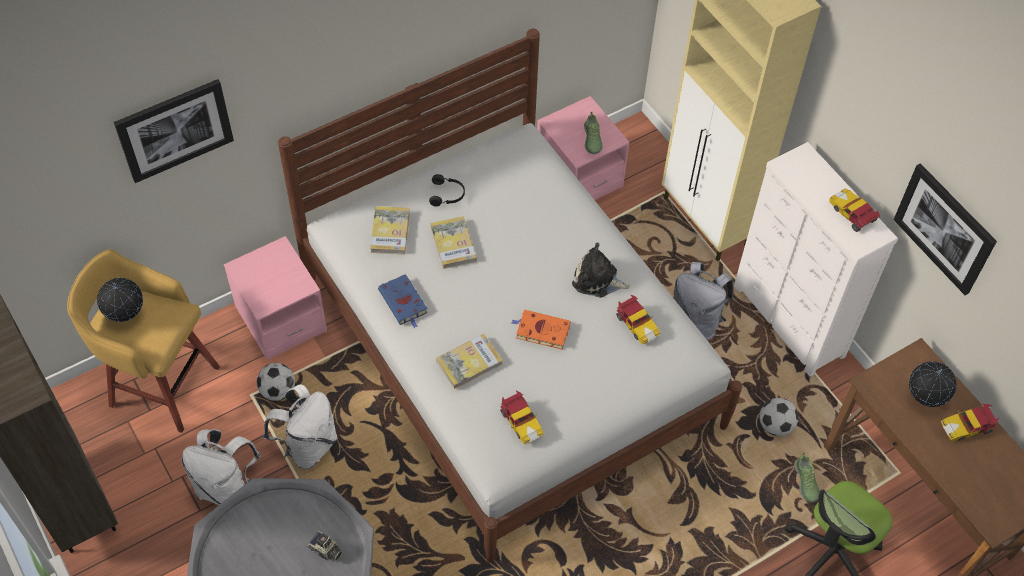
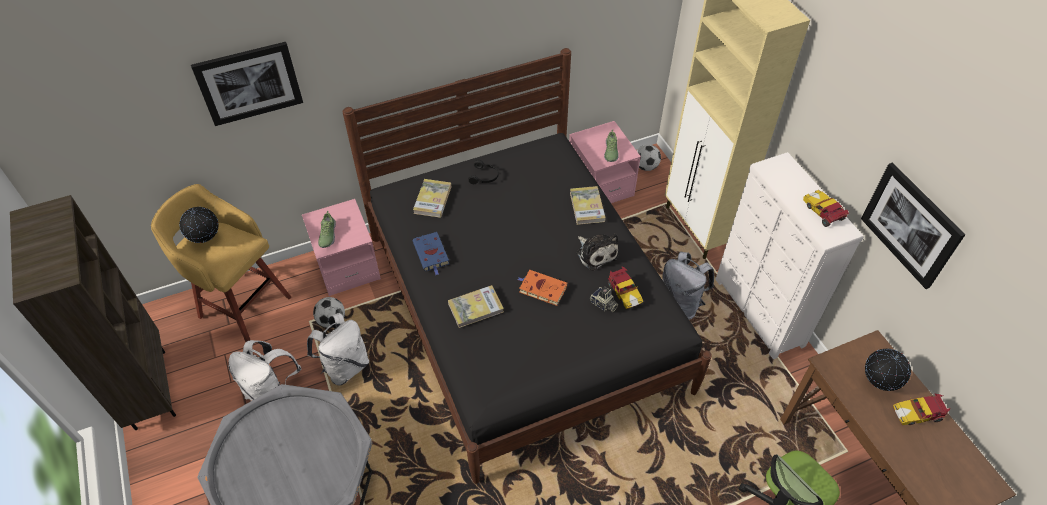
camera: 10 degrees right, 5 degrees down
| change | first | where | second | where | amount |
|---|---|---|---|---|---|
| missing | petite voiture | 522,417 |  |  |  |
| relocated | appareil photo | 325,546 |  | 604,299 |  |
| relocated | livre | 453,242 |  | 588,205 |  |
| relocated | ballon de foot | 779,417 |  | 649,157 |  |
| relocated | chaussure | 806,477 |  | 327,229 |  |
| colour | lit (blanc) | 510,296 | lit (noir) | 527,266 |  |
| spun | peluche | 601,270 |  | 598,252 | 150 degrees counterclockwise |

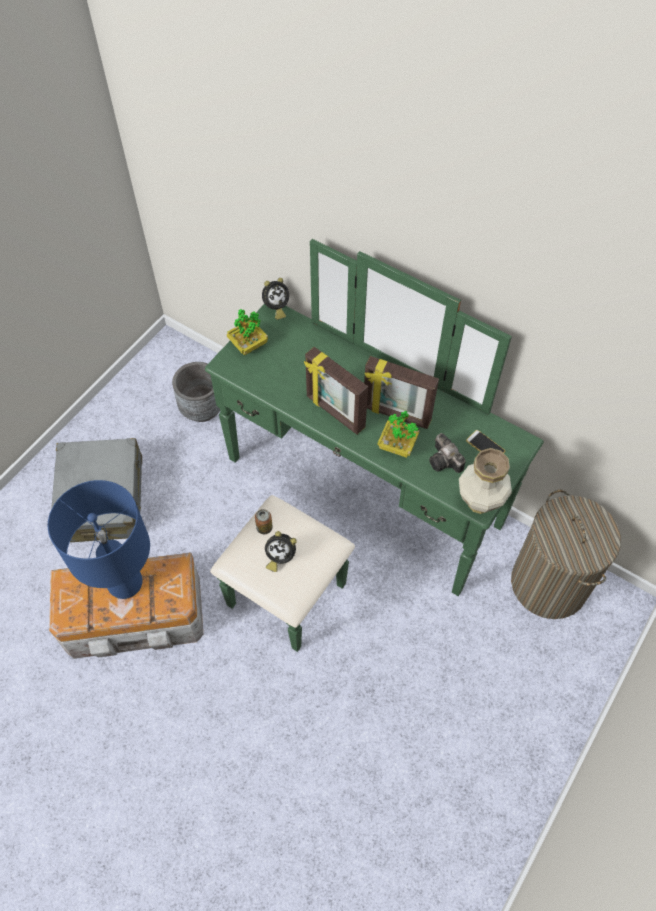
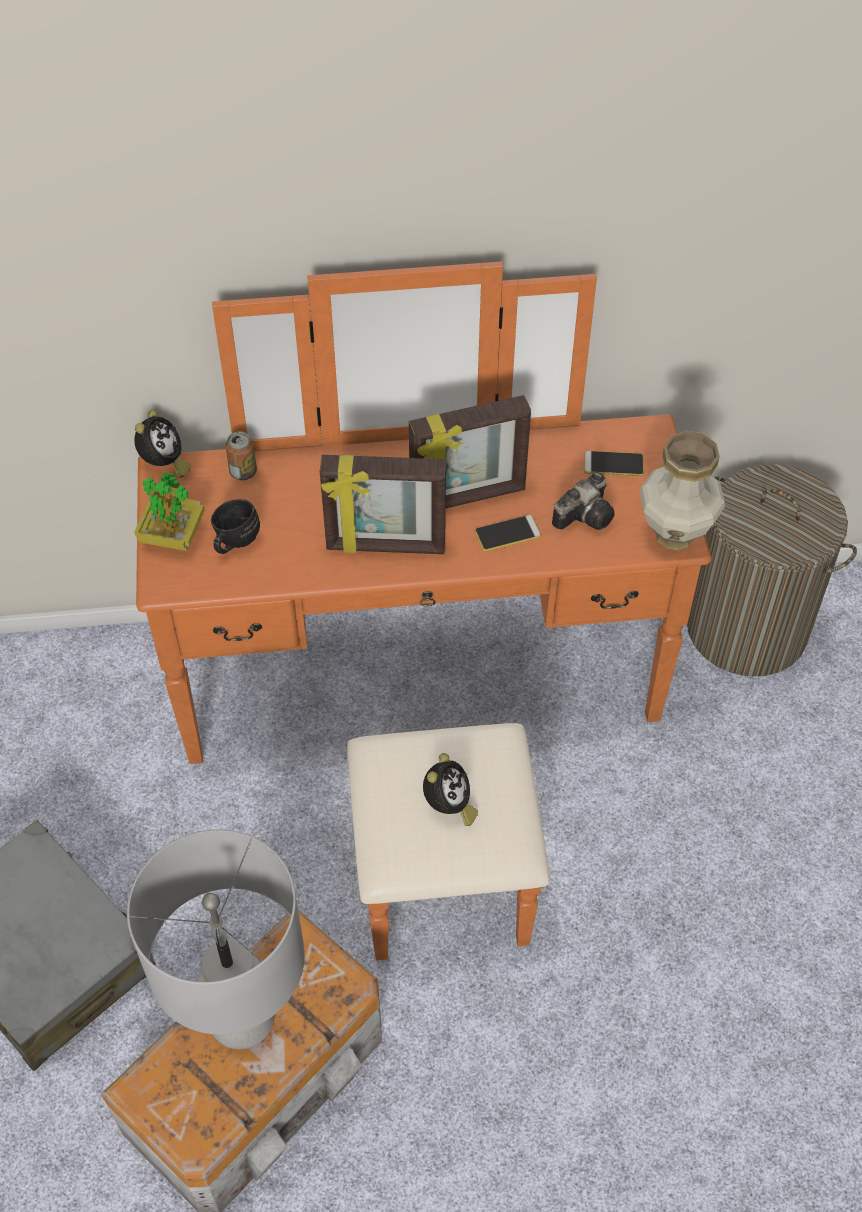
camera: 40 degrees left, 5 degrees down
| change | first | where | second | where | amount |
|---|---|---|---|---|---|
| missing | cache-pot (gris) | 196,392 |  |  |  |
| appeared |  |  | mug (noir) | 235,526 |  |
| relocated | boîte métallique | 264,521 |  | 241,456 |  |
| exchanged | plante en pot | 398,434 | téléphone | 507,533 |  |
| colour | lampe de table (bleu) | 99,539 | lampe de table (gris) | 216,939 |  |
| colour | commode (vert) | 374,445 | commode (orange) | 423,611 |  |
| spun | réveil | 281,551 |  | 450,789 | 45 degrees counterclockwise |
| spun | appareil photo | 447,453 |  | 583,501 | 60 degrees counterclockwise |

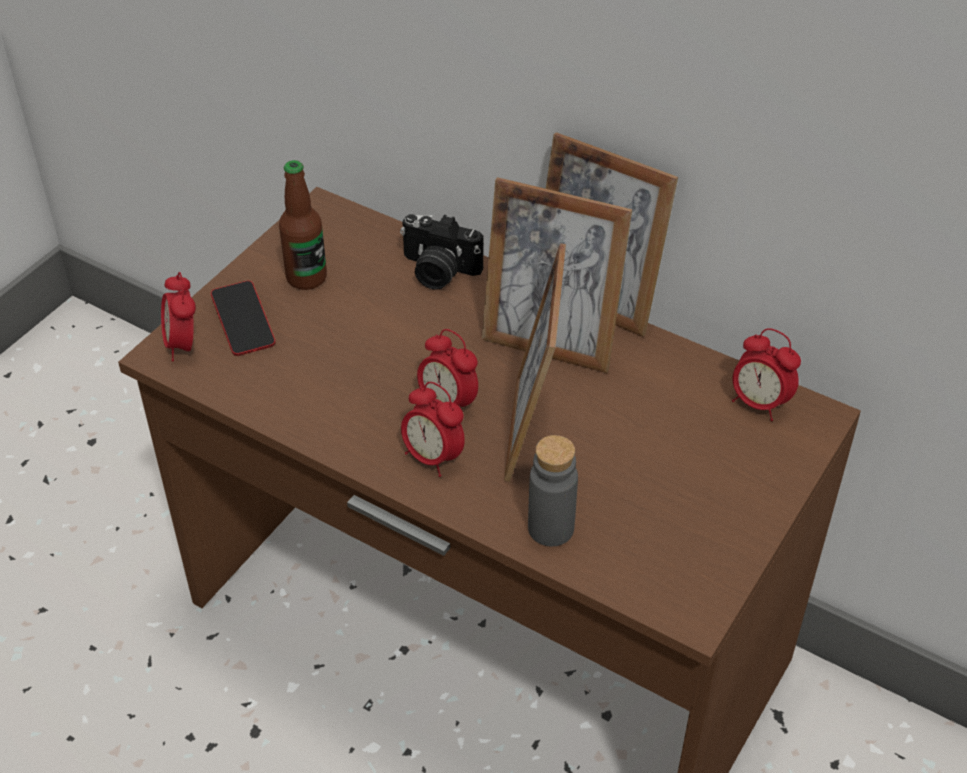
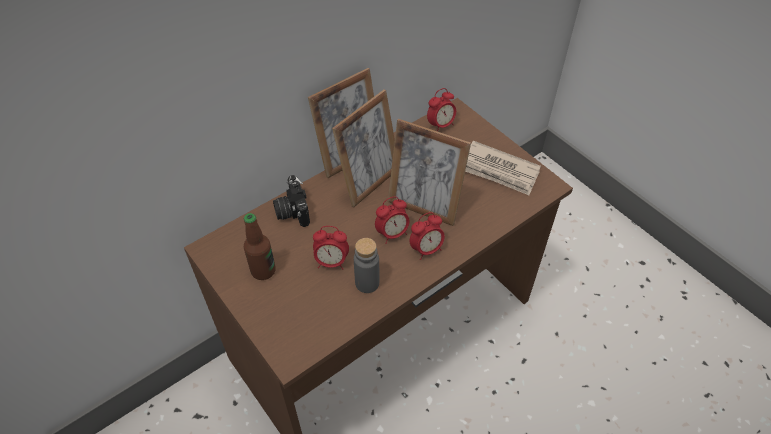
camera: 70 degrees left, 5 degrees up
| change | first | where | second | where | amount |
|---|---|---|---|---|---|
| missing | téléphone | 243,318 |  |  |  |
| appeared |  |  | journal | 503,168 |  |
| relocated | réveil | 178,316 |  | 331,247 |  |
| relocated | bouteille (gris) | 553,490 |  | 366,265 |  |
| spun | appareil photo | 441,252 |  | 291,201 | 120 degrees clockwise |

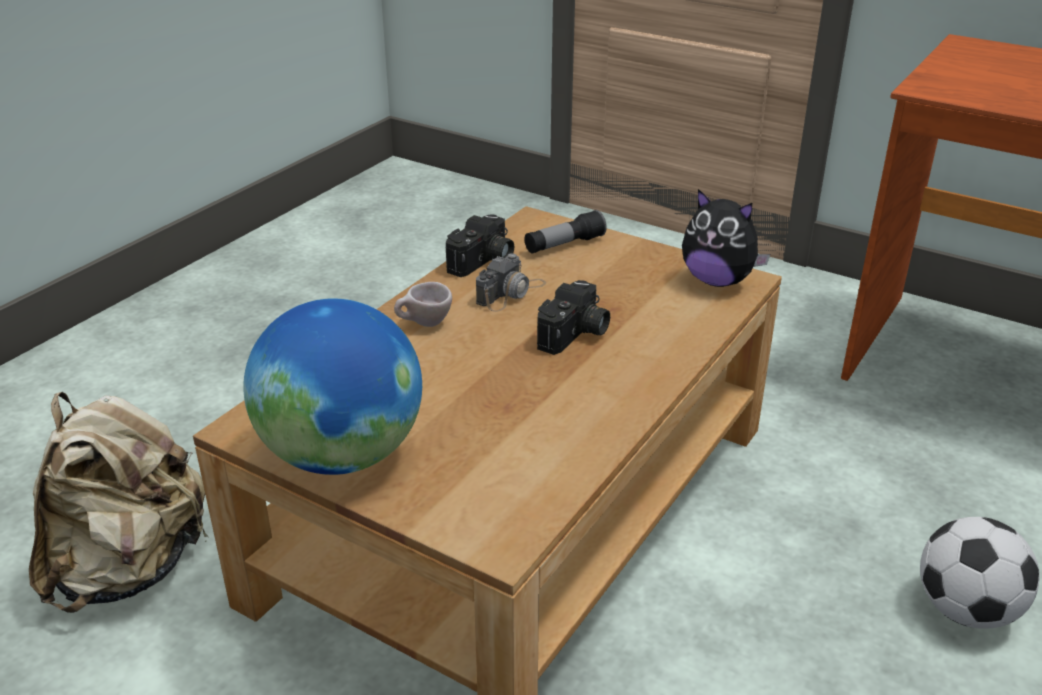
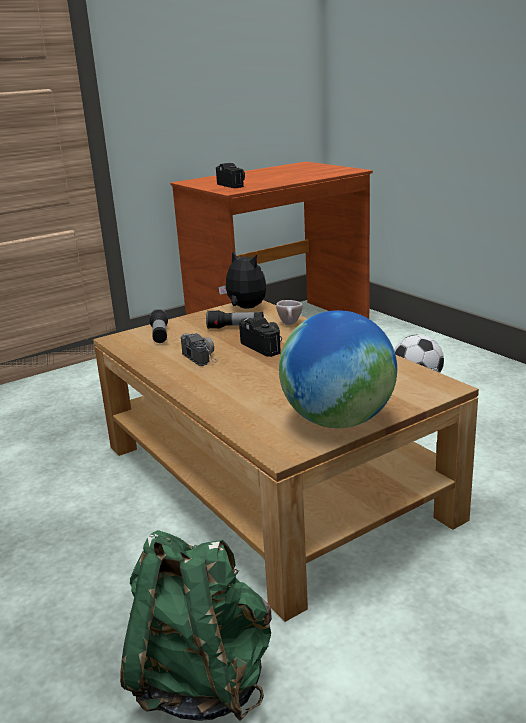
camera: 65 degrees left, 10 degrees down
| change | first | where | second | where | amount |
|---|---|---|---|---|---|
| appeared |  |  | lampe de poche | 235,319 |  |
| relocated | tasse (beige) | 423,304 |  | 289,312 |  |
| relocated | appareil photo | 480,245 |  | 230,175 |  |
| colour | sac à dos (beige) | 119,502 | sac à dos (vert) | 196,625 |  |
| spun | peluche | 726,238 |  | 242,280 | 105 degrees counterclockwise |

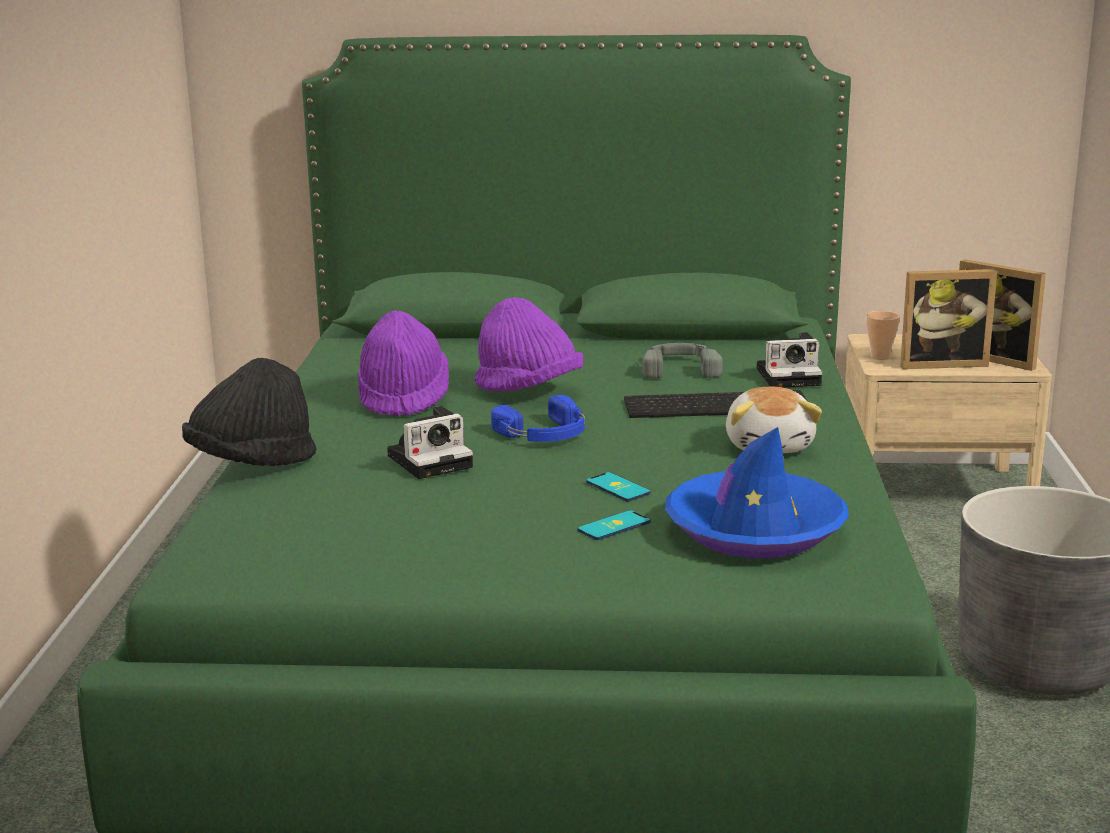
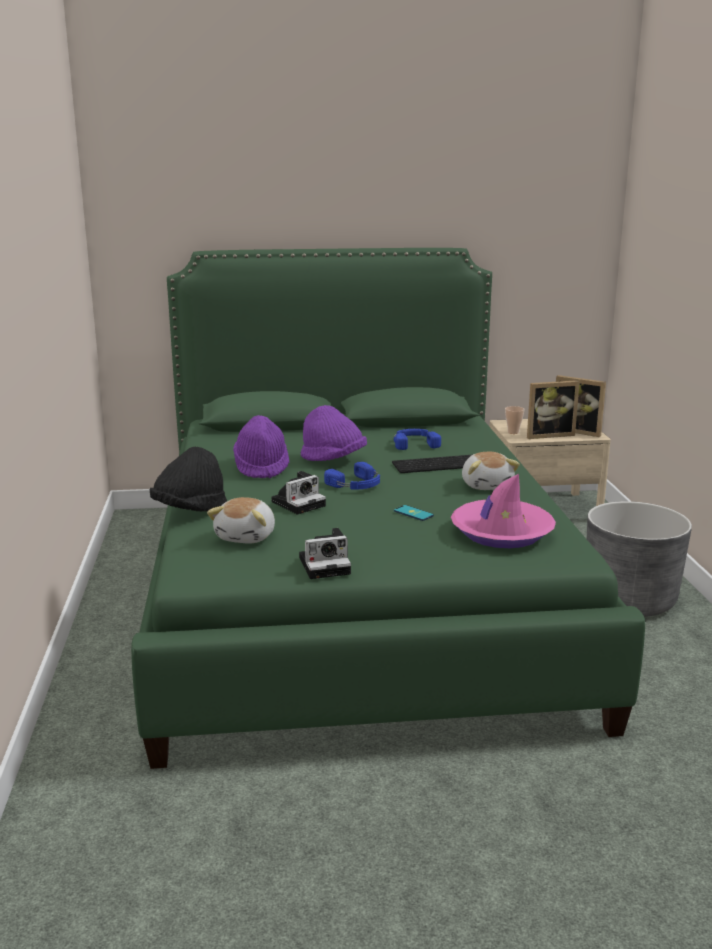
camera: 10 degrees left, 0 degrees up
| change | first | where | second | where | amount |
|---|---|---|---|---|---|
| missing | téléphone | 614,525 |  |  |  |
| appeared |  |  | peluche | 241,520 |  |
| relocated | appareil photo | 789,359 |  | 325,553 |  |
| colour | casque audio (gris) | 682,361 | casque audio (bleu) | 417,439 |  |
| colour | chapeau (bleu) | 757,492 | chapeau (rose) | 503,511 |  |

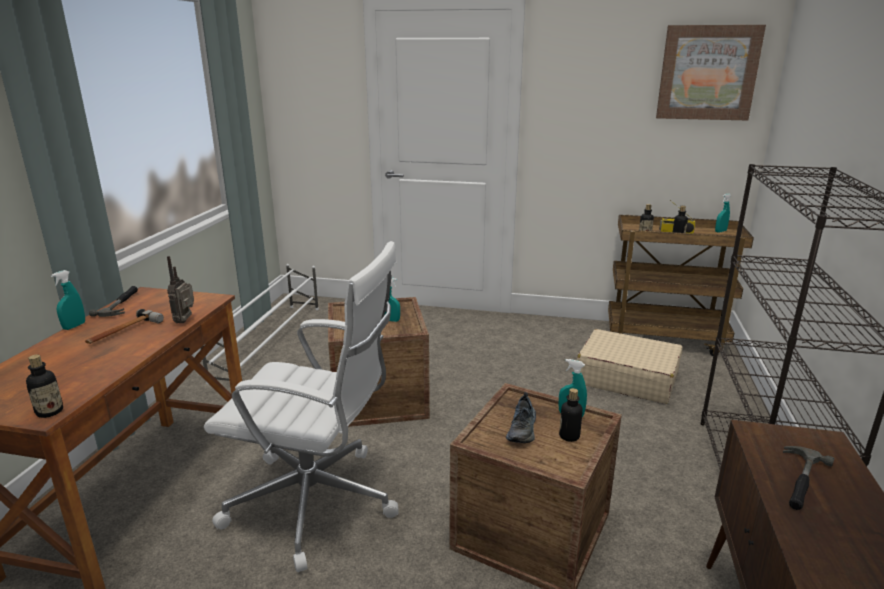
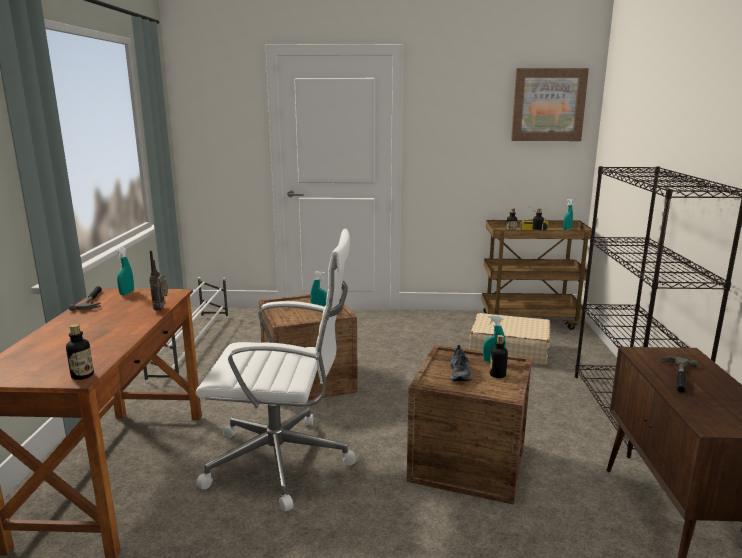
camera: 10 degrees left, 5 degrees down
| change | first | where | second | where | amount |
|---|---|---|---|---|---|
| missing | marteau | 124,326 |  |  |  |
| relocated | vaporisateur (turquoise) | 68,300 |  | 125,271 |  |

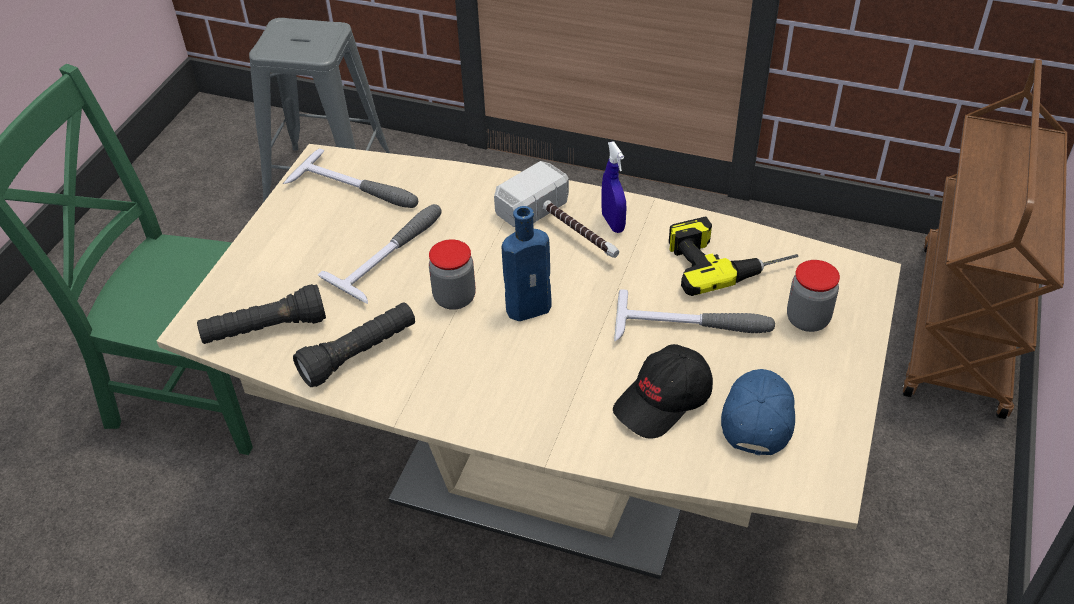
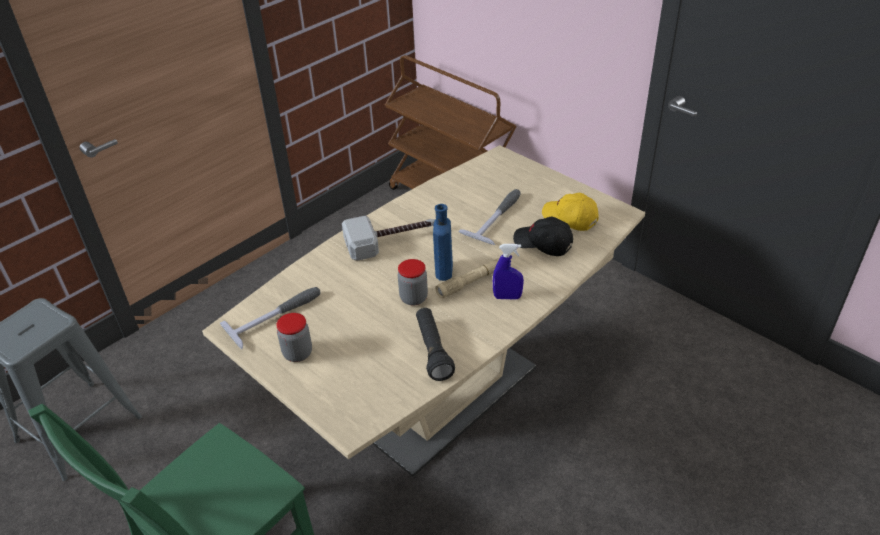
camera: 65 degrees left, 5 degrees down
| change | first | where | second | where | amount |
|---|---|---|---|---|---|
| missing | lampe de poche (noir) | 261,314 |  |  |  |
| missing | marteau | 380,254 |  |  |  |
| missing | perceuse | 733,256 |  |  |  |
| appeared |  |  | lampe de poche (beige) | 467,278 |  |
| relocated | vaporisateur (bleu) | 614,187 |  | 508,272 |  |
| relocated | bocal | 813,296 |  | 294,337 |  |
| colour | casquette (bleu) | 758,412 | casquette (jaune) | 570,212 |  |
| spun | casquette (noir) | 663,391 |  | 543,236 | 135 degrees clockwise |

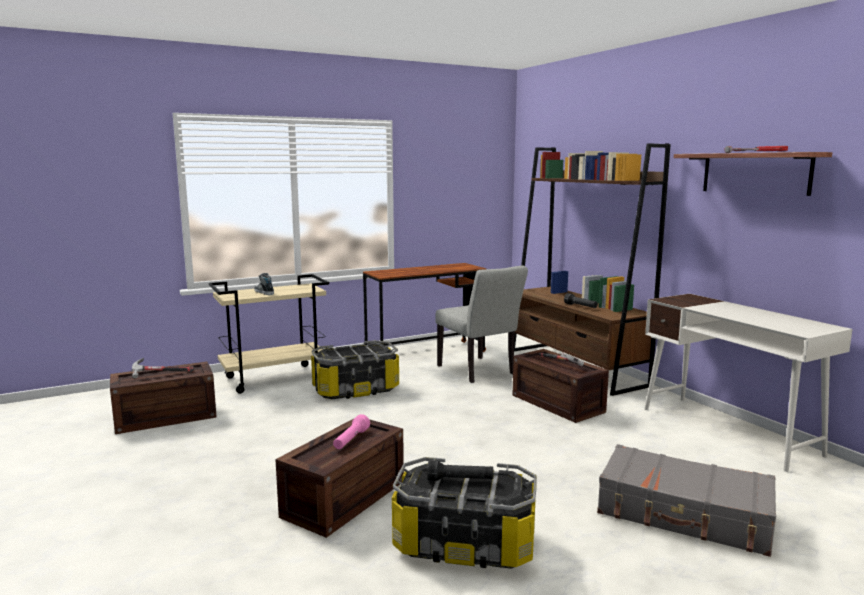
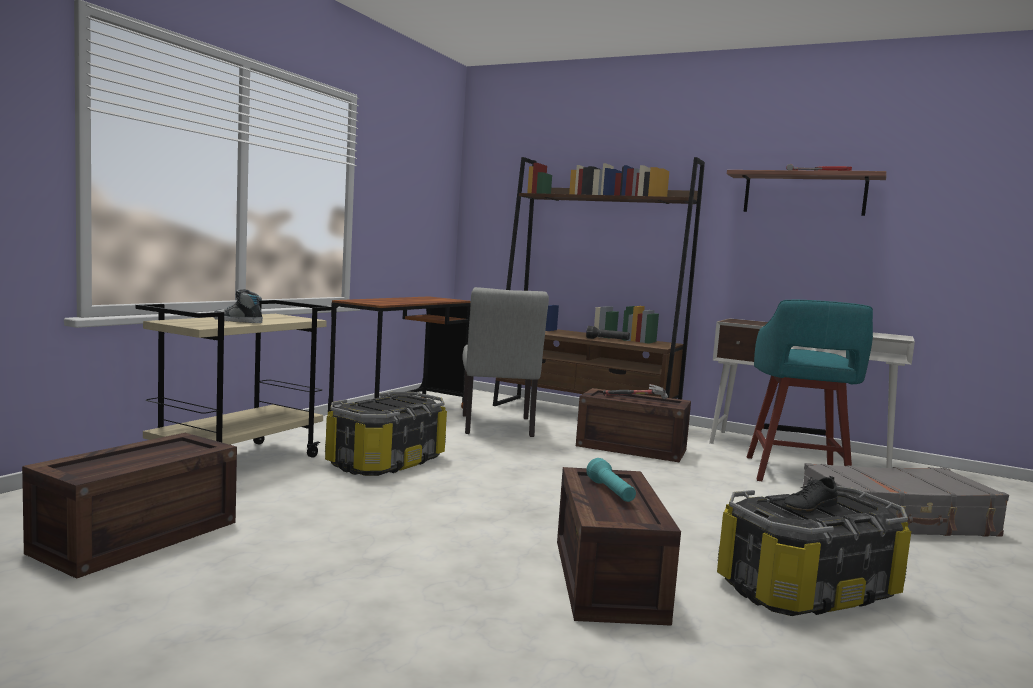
camera: 35 degrees left, 5 degrees down
| change | first | where | second | where | amount |
|---|---|---|---|---|---|
| missing | marteau | 163,368 |  |  |  |
| appeared |  |  | tabouret (turquoise) | 810,390 |  |
| exchanged | lampe de poche (noir) | 460,470 | chaussure (noir) | 810,494 |  |
| colour | lampe de poche (rose) | 351,431 | lampe de poche (turquoise) | 611,480 |  |
| spun | chaise (gris) | 481,324 |  | 505,362 | 60 degrees clockwise |

